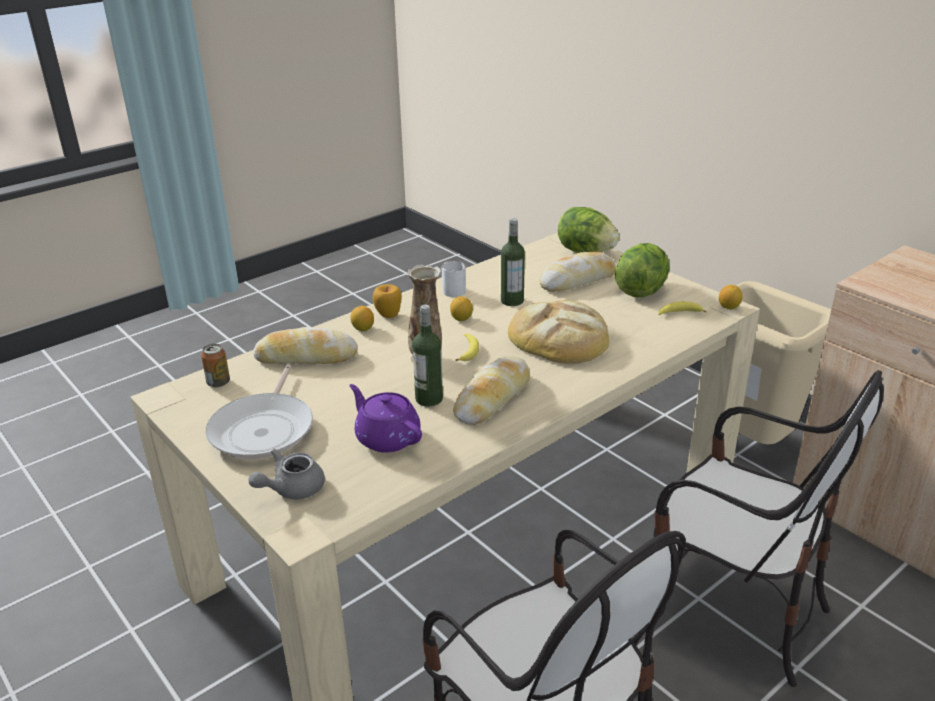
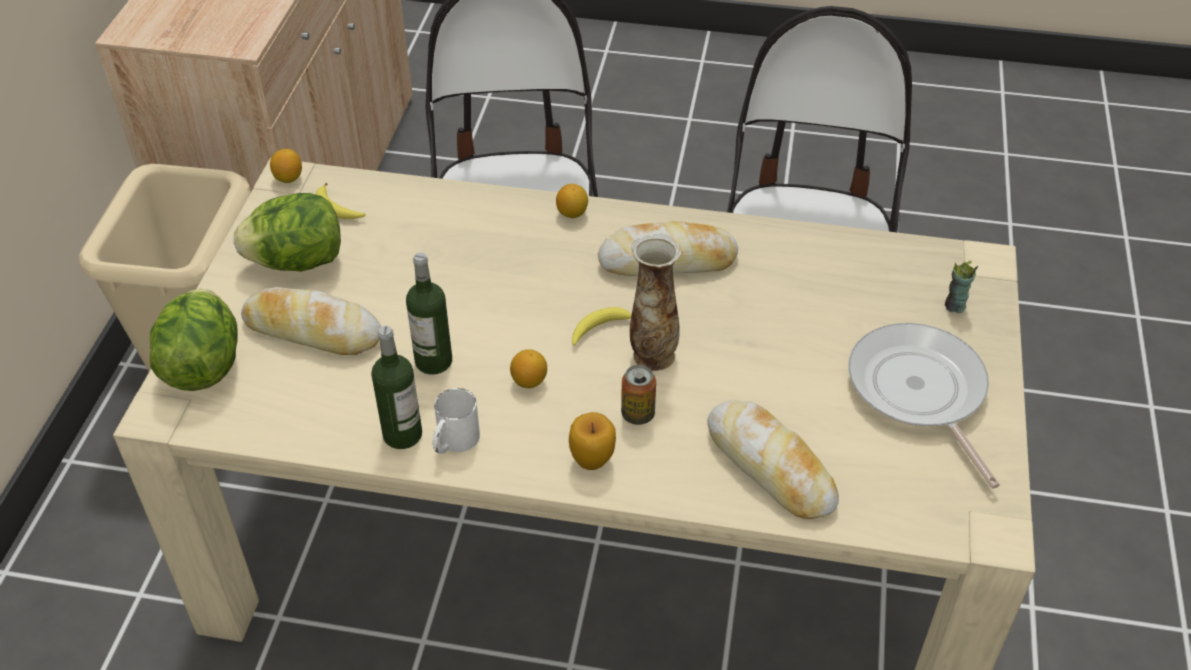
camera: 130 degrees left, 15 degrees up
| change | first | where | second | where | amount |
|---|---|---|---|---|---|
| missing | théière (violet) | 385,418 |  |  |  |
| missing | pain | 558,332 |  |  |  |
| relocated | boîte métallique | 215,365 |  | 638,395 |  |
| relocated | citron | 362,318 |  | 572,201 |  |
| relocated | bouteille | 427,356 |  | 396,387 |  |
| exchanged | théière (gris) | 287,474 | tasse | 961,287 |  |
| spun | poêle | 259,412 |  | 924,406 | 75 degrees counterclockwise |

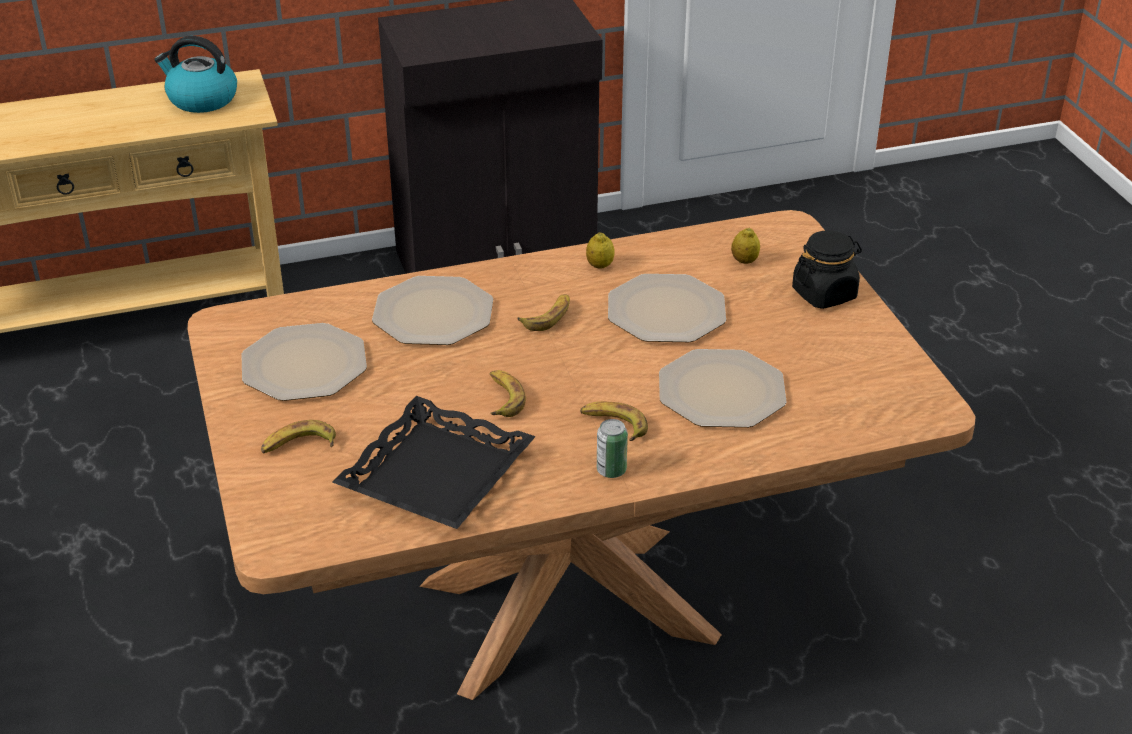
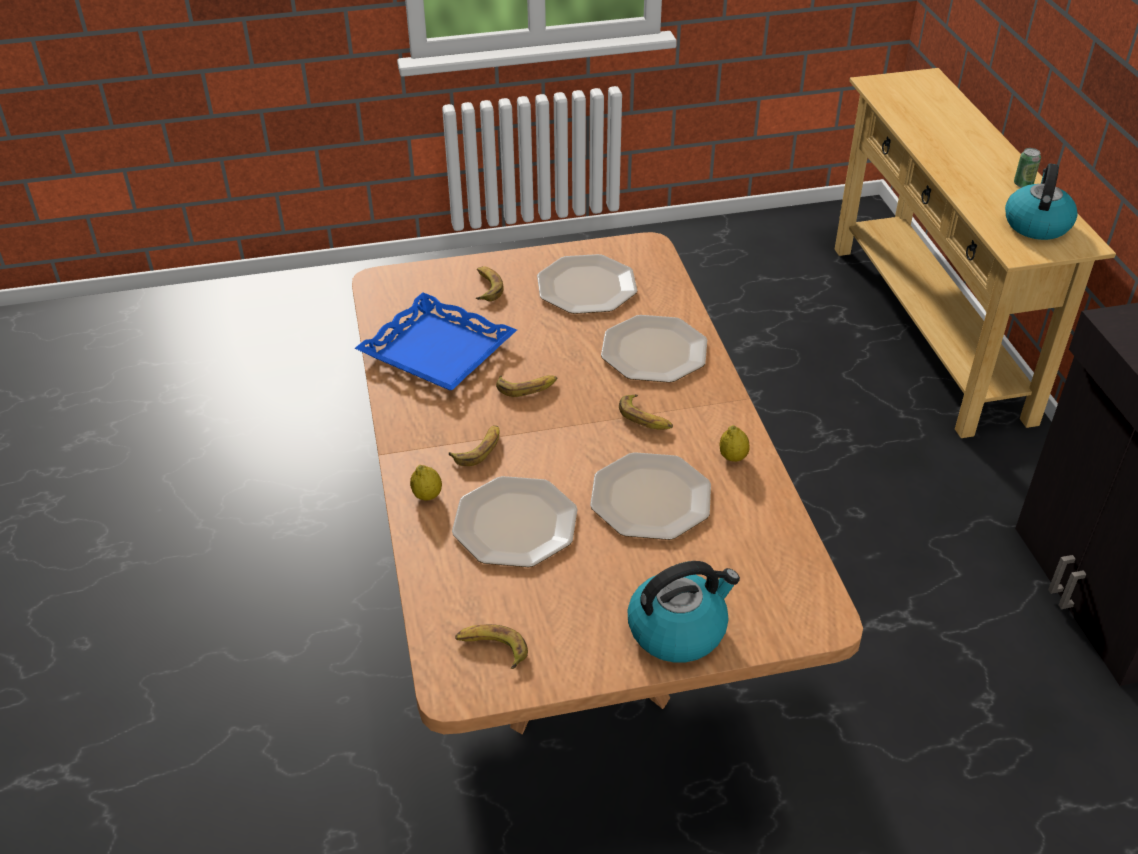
camera: 95 degrees right, 5 degrees up
| change | first | where | second | where | amount |
|---|---|---|---|---|---|
| appeared |  |  | banane | 491,646 |  |
| relocated | boîte métallique | 612,448 |  | 1027,168 |  |
| relocated | citron | 745,246 |  | 426,483 |  |
| exchanged | bocal (noir) | 827,269 | bouilloire | 683,611 |  |
| colour | plateau (noir) | 434,462 | plateau (bleu) | 436,341 |  |

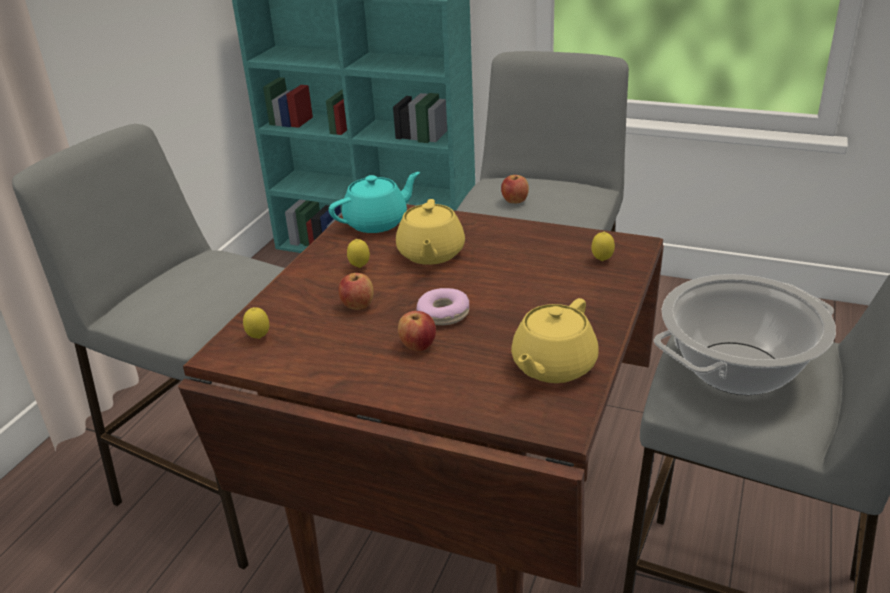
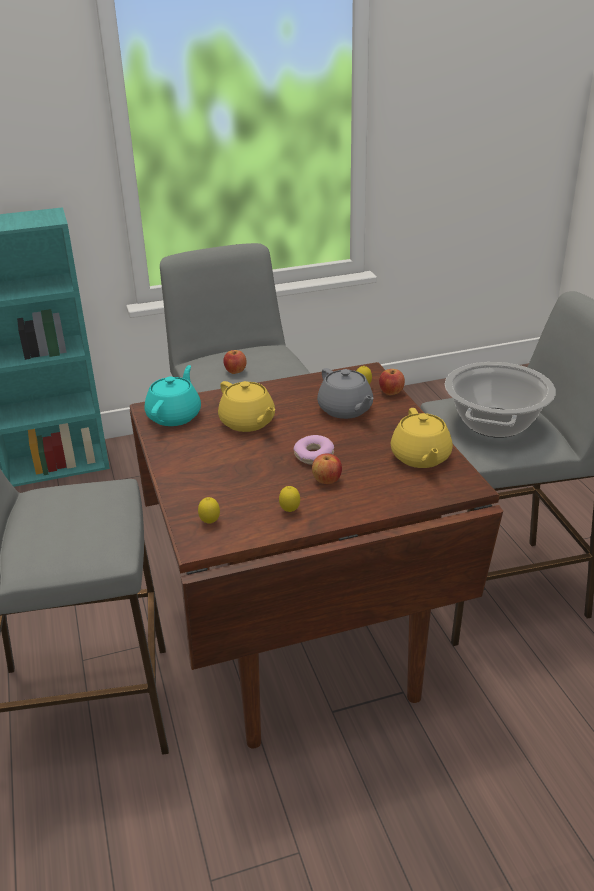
camera: 40 degrees left, 0 degrees up
| change | first | where | second | where | amount |
|---|---|---|---|---|---|
| appeared |  |  | théière (gris) | 345,393 |  |
| relocated | pomme | 356,291 |  | 392,382 |  |
| relocated | citron | 358,253 |  | 289,499 |  |

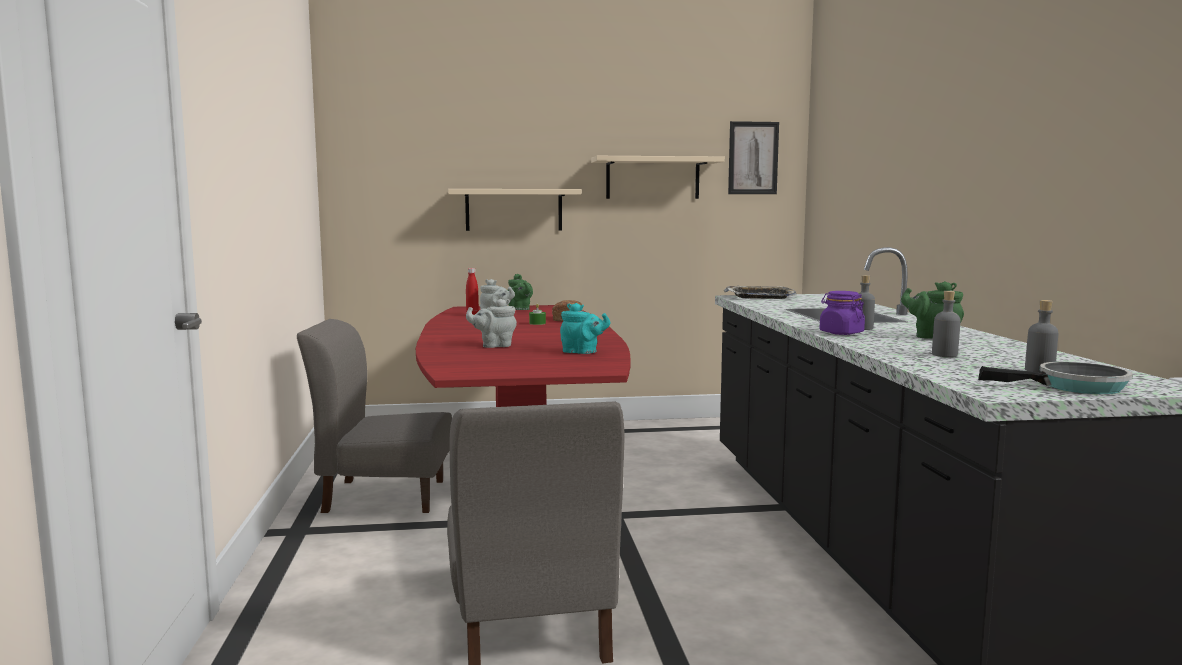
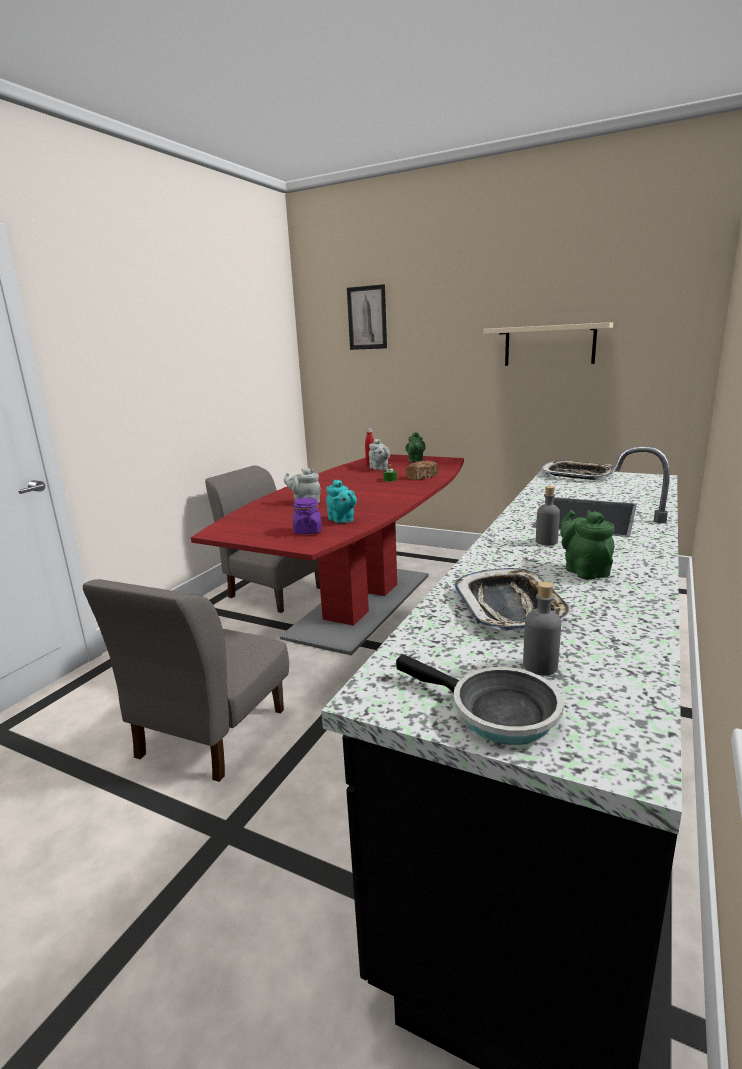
camera: 35 degrees right, 10 degrees up
| change | first | where | second | where | amount |
|---|---|---|---|---|---|
| missing | étagère (beige) | 514,210 |  |  |  |
| relocated | tableau | 753,157 |  | 367,317 |  |
| relocated | bocal (violet) | 842,313 |  | 307,516 |  |
| exchanged | bouteille (gris) | 946,324 | plateau | 514,600 |  |

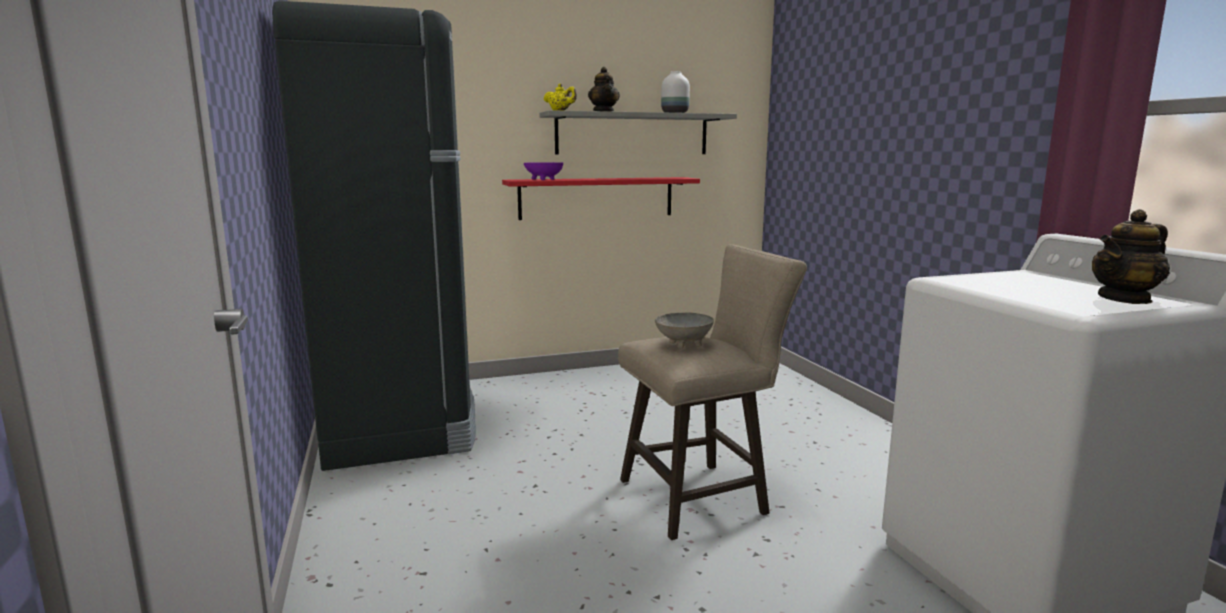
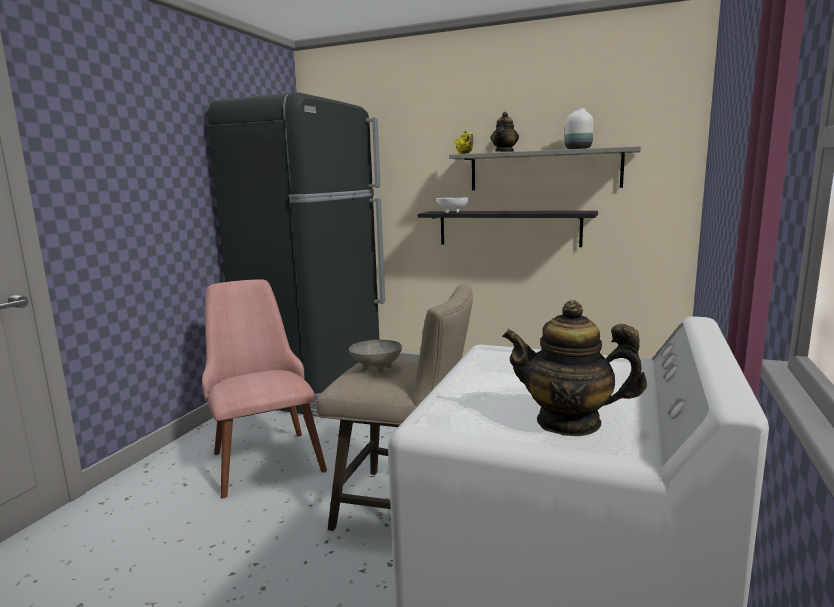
camera: 40 degrees right, 0 degrees up
| change | first | where | second | where | amount |
|---|---|---|---|---|---|
| appeared |  |  | chaise (rose) | 264,389 |  |
| colour | étagère (rouge) | 601,198 | étagère (noir) | 508,229 |  |
| colour | bol (violet) | 543,171 | bol (blanc) | 452,205 |  |

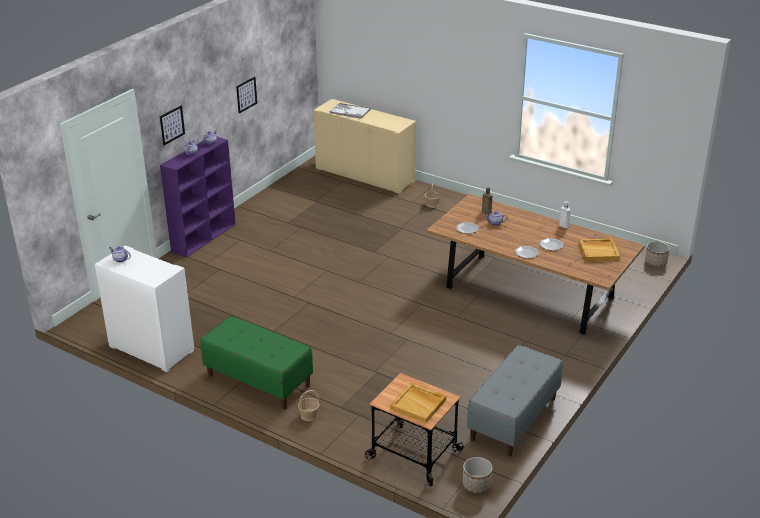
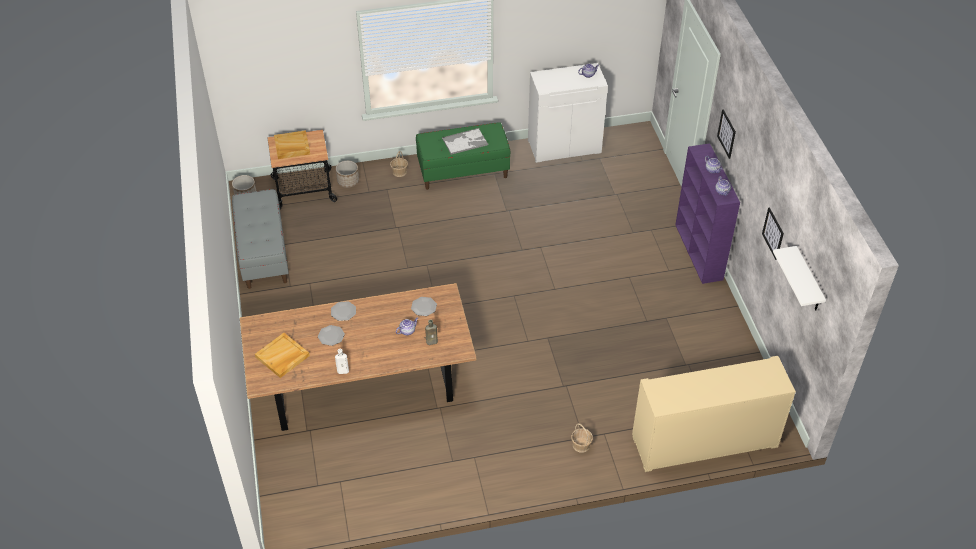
camera: 135 degrees right, 15 degrees up
| change | first | where | second | where | amount |
|---|---|---|---|---|---|
| appeared |  |  | étagère (blanc) | 799,278 |  |
| relocated | plateau | 350,111 |  | 465,141 |  |
| relocated | cache-pot | 657,254 |  | 347,174 |  |

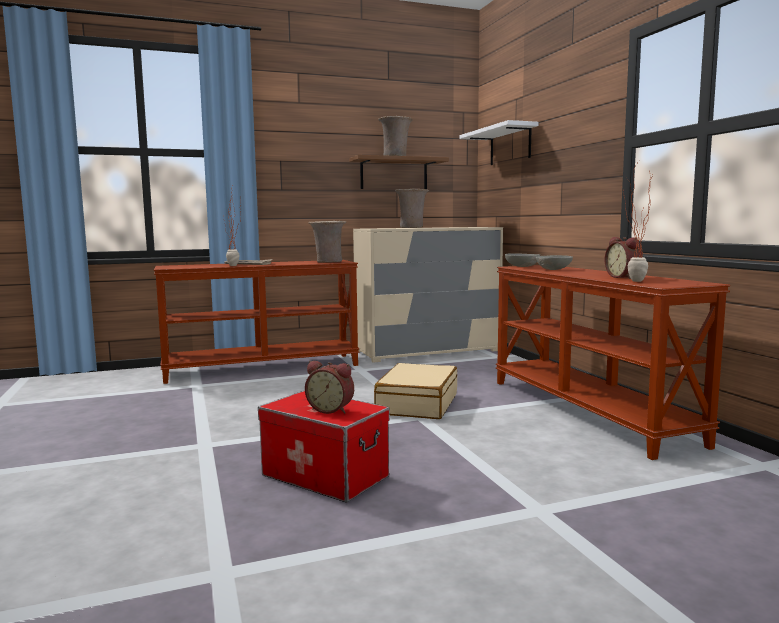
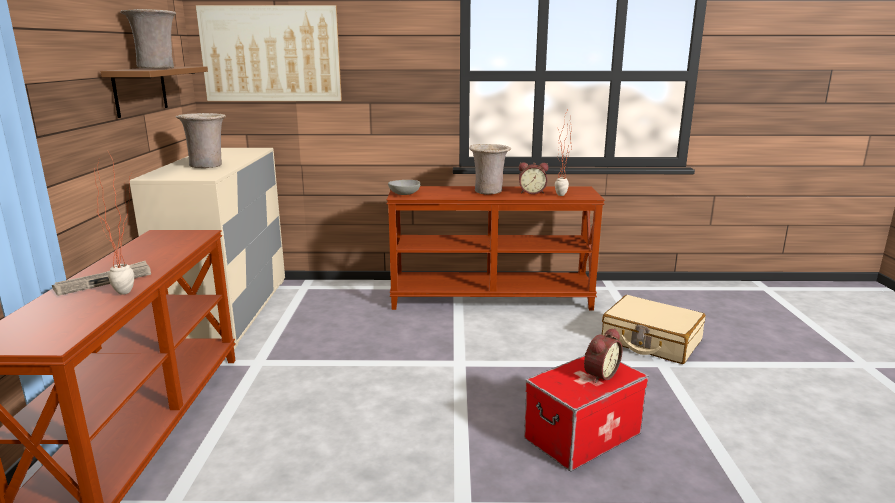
camera: 70 degrees left, 10 degrees up
| change | first | where | second | where | amount |
|---|---|---|---|---|---|
| missing | bol (gris) | 554,262 |  |  |  |
| relocated | vase (beige) | 327,242 |  | 490,169 |  |
| relocated | valise (beige) | 415,391 |  | 653,329 |  |
| exchanged | étagère (blanc) | 499,142 | tableau | 268,53 |  |

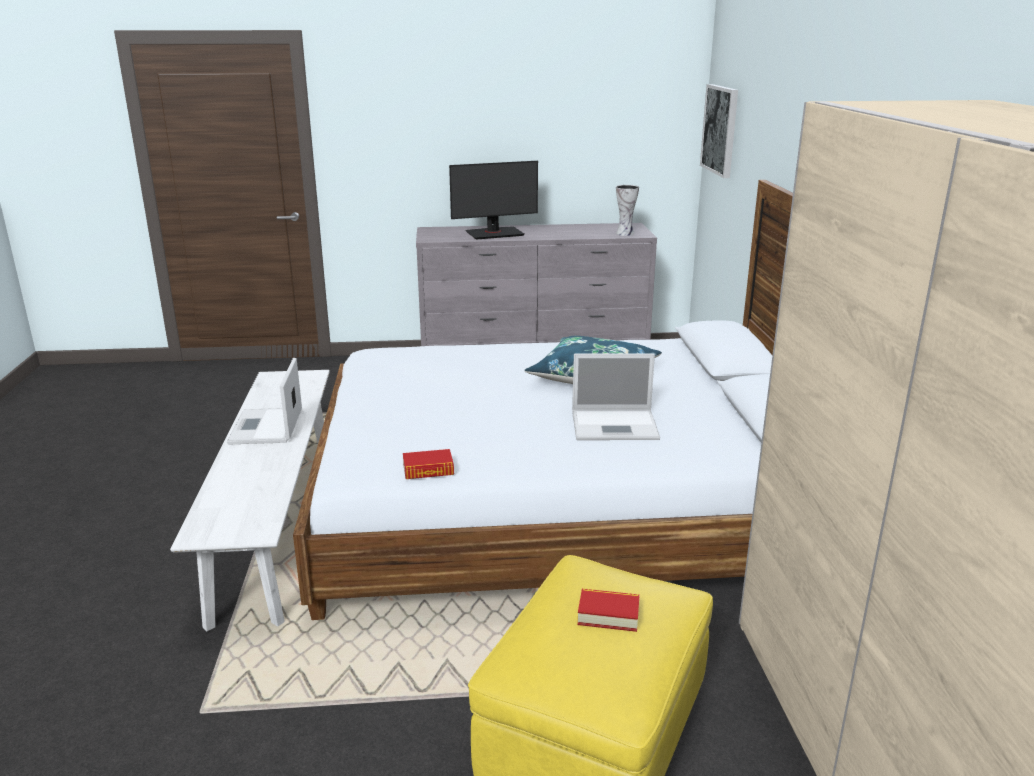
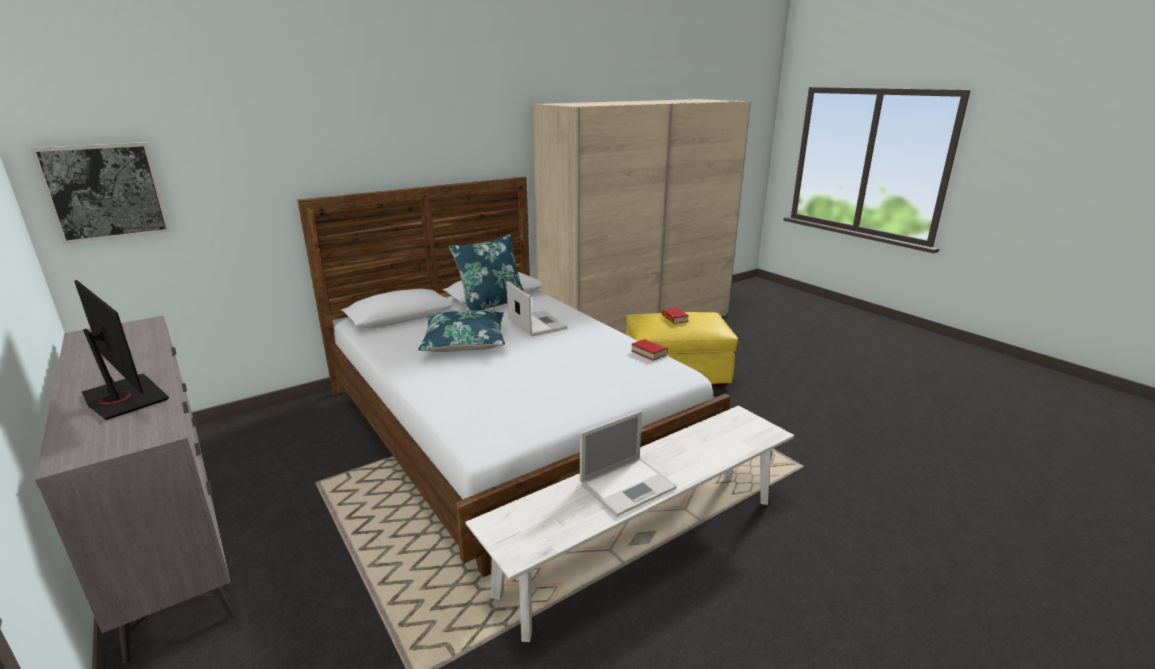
camera: 120 degrees left, 0 degrees up
| change | first | where | second | where | amount |
|---|---|---|---|---|---|
| missing | vase | 627,210 |  |  |  |
| appeared |  |  | coussin (bleu) | 486,272 |  |

